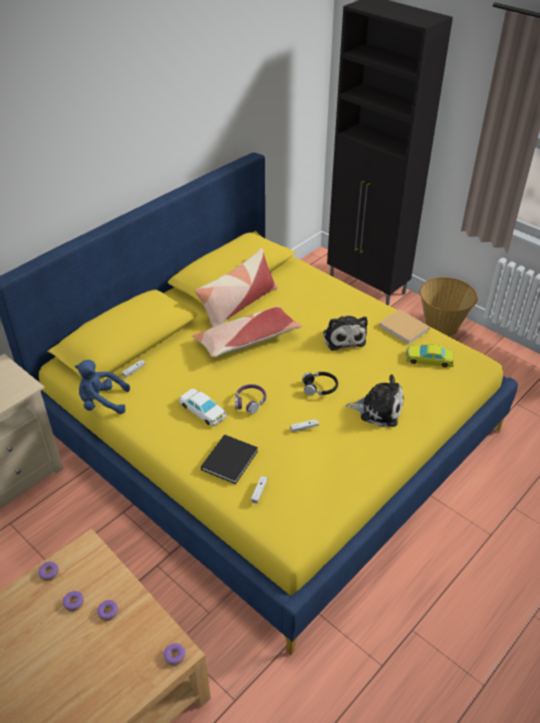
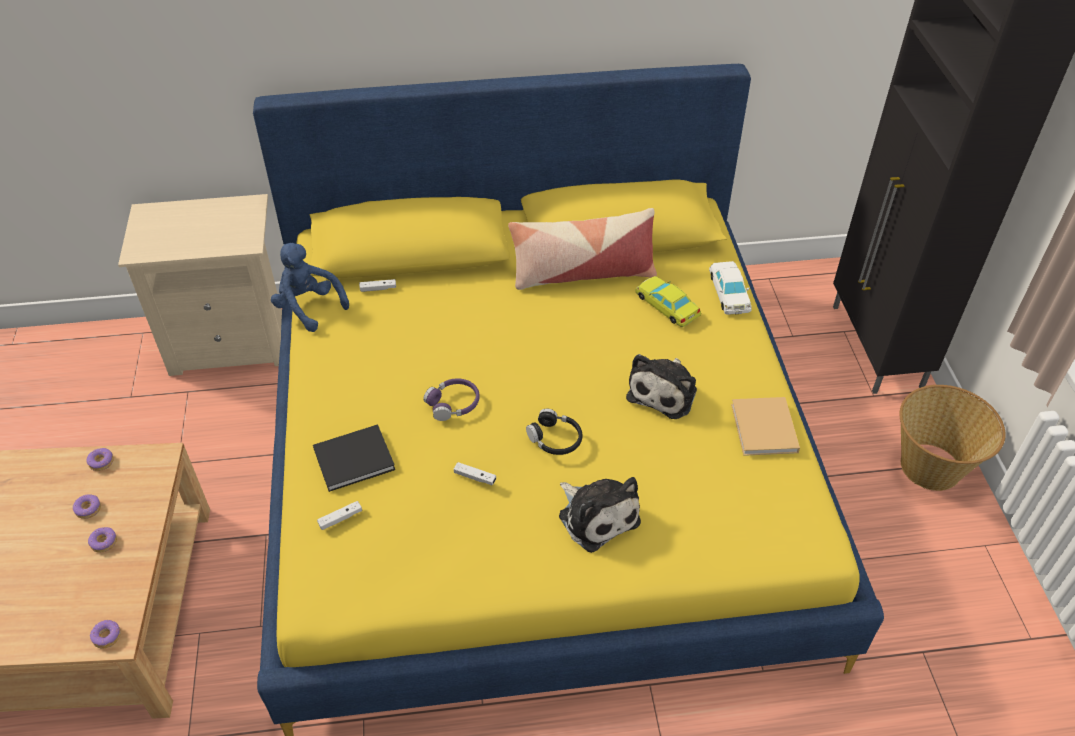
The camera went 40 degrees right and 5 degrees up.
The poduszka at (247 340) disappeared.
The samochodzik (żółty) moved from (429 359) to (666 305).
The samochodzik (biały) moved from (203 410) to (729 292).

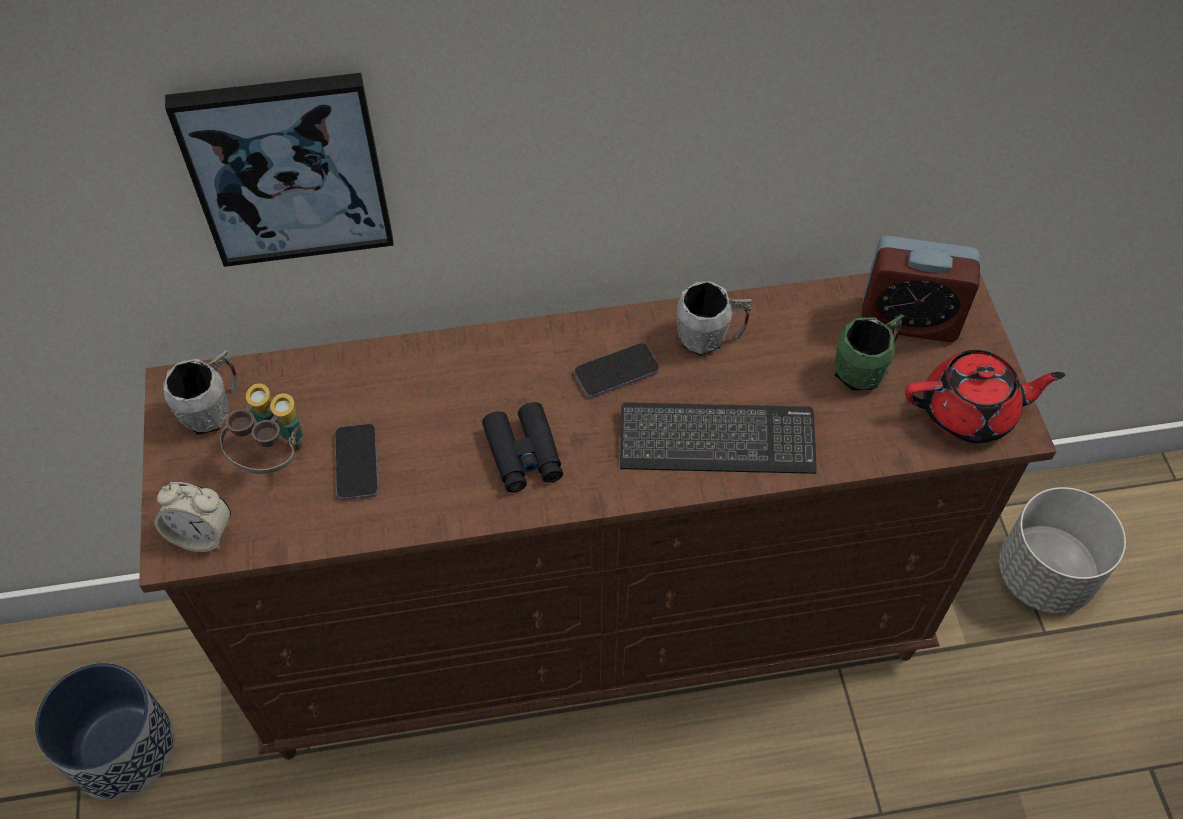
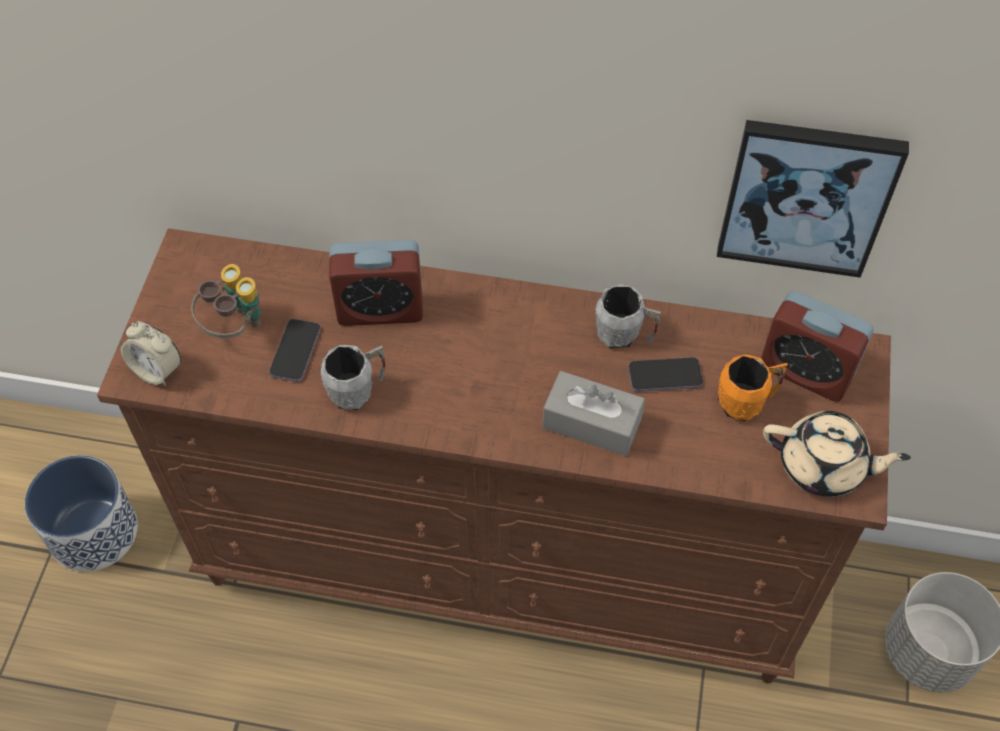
The camera went 20 degrees right and 0 degrees up.
The obraz moved from (287 169) to (806 197).
The kubek (zielony) at (864 369) became the kubek (pomarańczowy) at (747 401).
The telefon moved from (616 372) to (664 376).
The kubek (szary) moved from (213 409) to (357 390).
The imbryk (czerwony) at (970 412) became the imbryk (beżowy) at (823 466).
The lornetka (czarny) at (524 454) disappeared.
The klawiatura at (716 441) was replaced by the pudełko chusteczek (szary) at (592 423).
The budzik at (380 309) appeared.

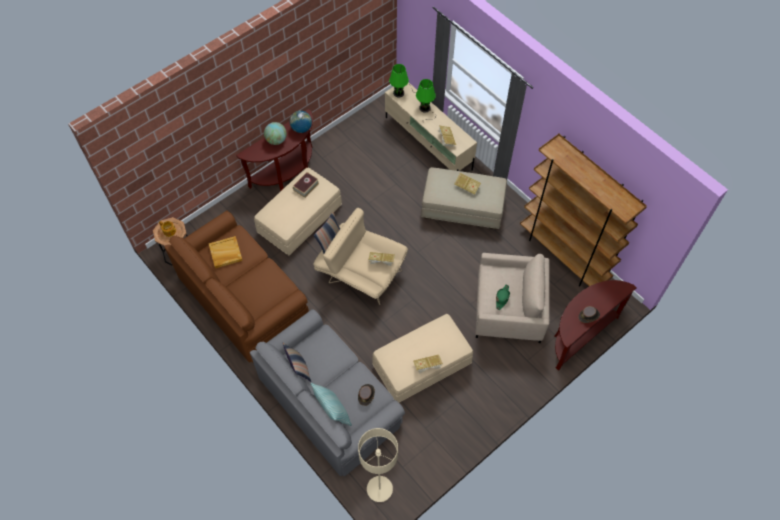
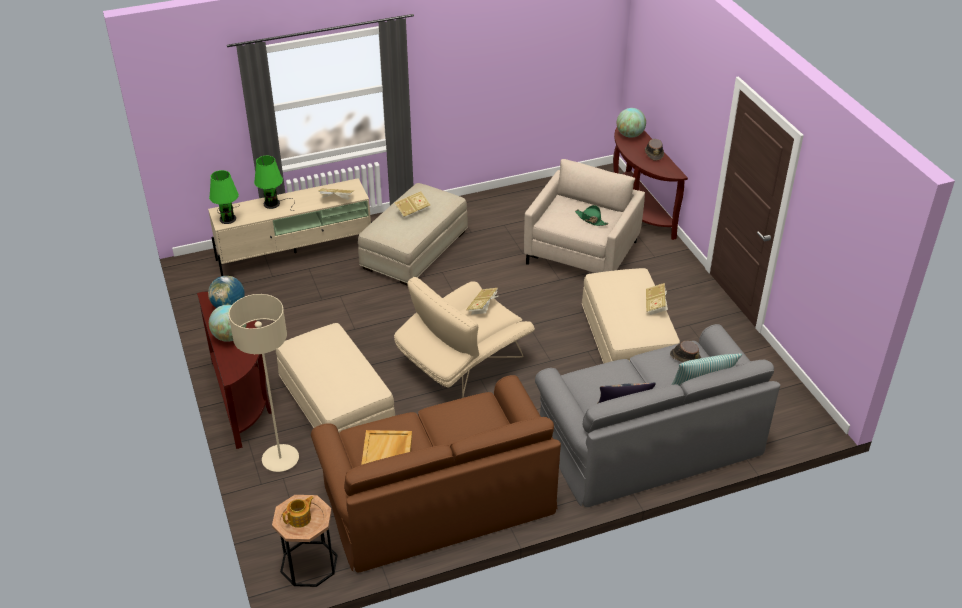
The camera went 70 degrees left and 20 degrees down.
The regał (brązowy) at (564 255) disappeared.
The książka at (306 186) disappeared.
The poduszka at (330 242) disappeared.
The lampa stojąca (beżowy) moved from (379 489) to (280 459).
The globus at (630 135) appeared.

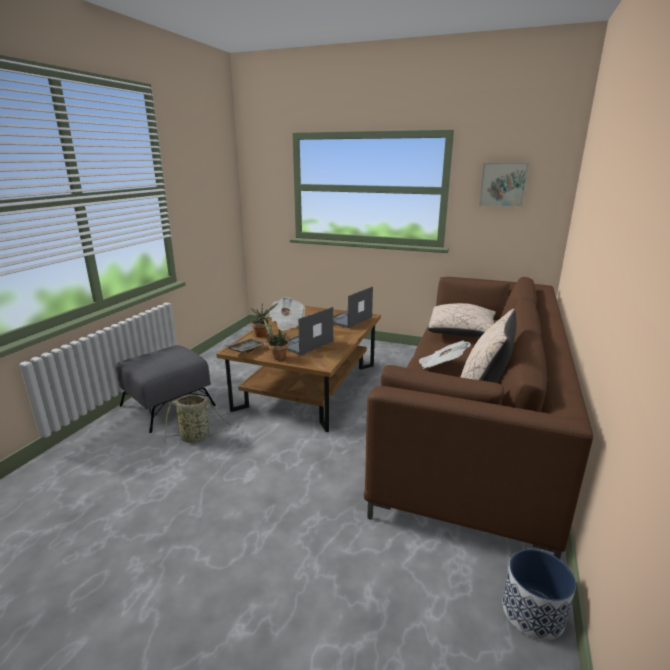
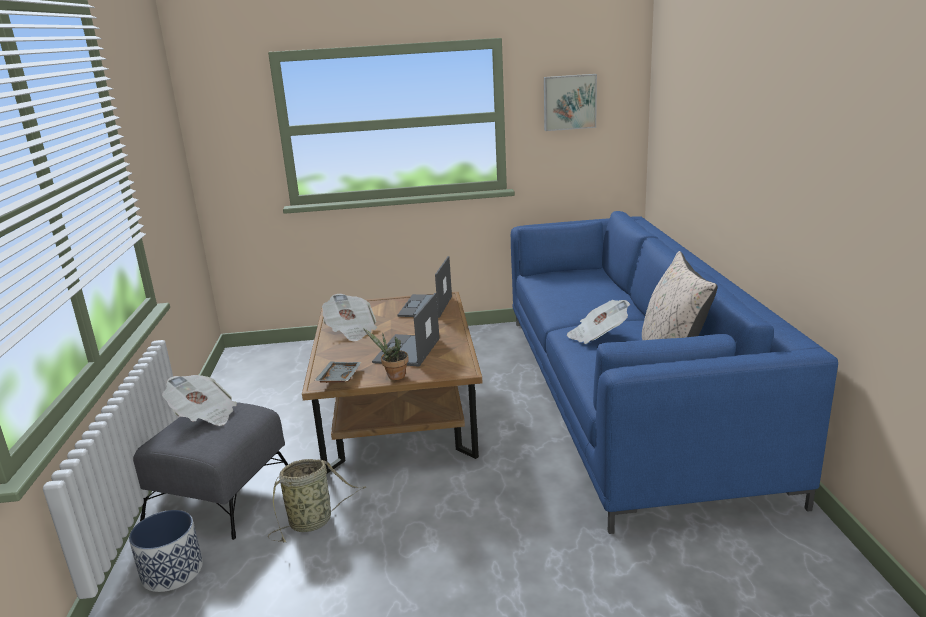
The camera went 25 degrees left and 0 degrees up.
The kanapa (brązowy) at (474 421) became the kanapa (niebieski) at (626 394).
The roślina doniczkowa at (262 334) disappeared.
The poduszka (beżowy) at (461 332) disappeared.
The donica moved from (533 613) to (172 572).
The gazeta at (204 415) appeared.

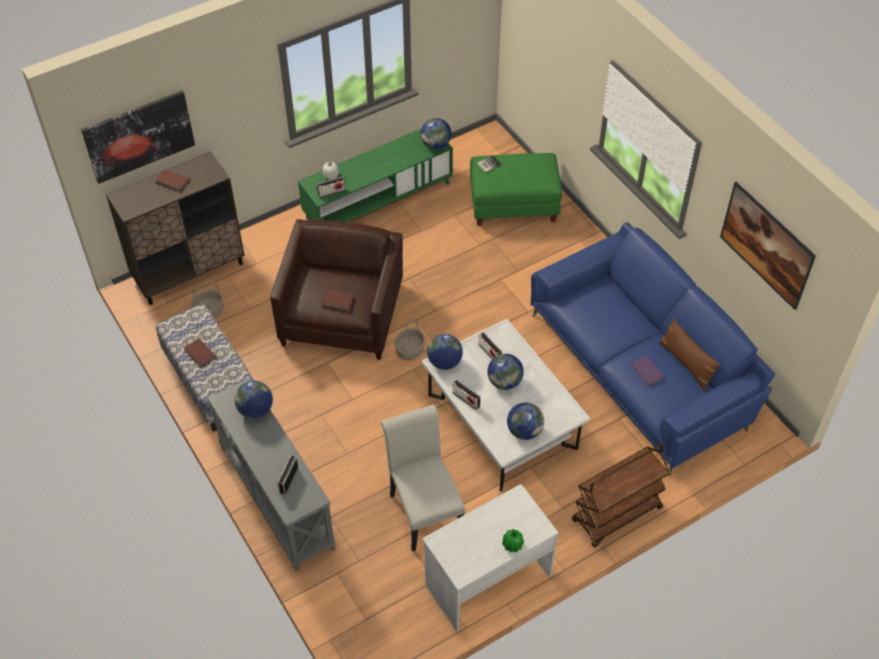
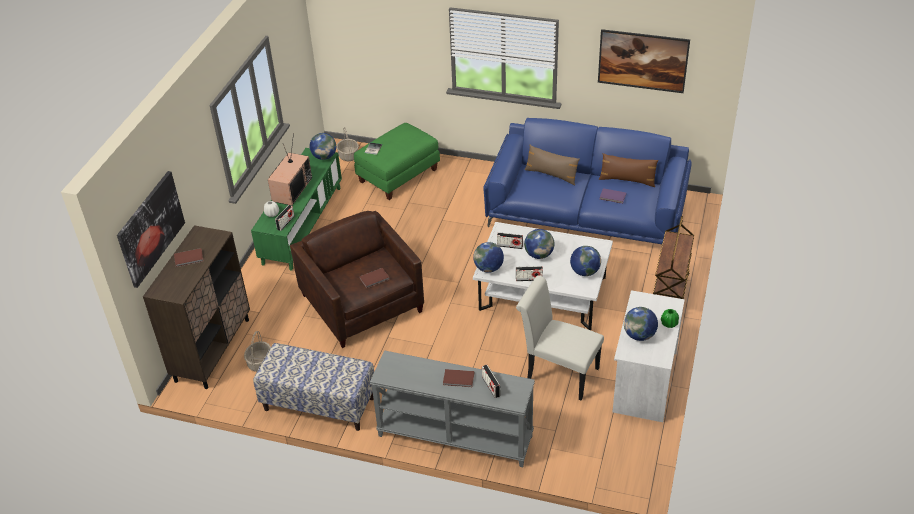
The camera went 40 degrees left and 10 degrees down.
The koszyk moved from (410 351) to (349 156).
The książka (brązowy) moved from (199 354) to (459 379).
The globus moved from (255 410) to (639 335).
The telewizor at (291 189) appeared.
The poduszka (brązowy) at (551 175) appeared.

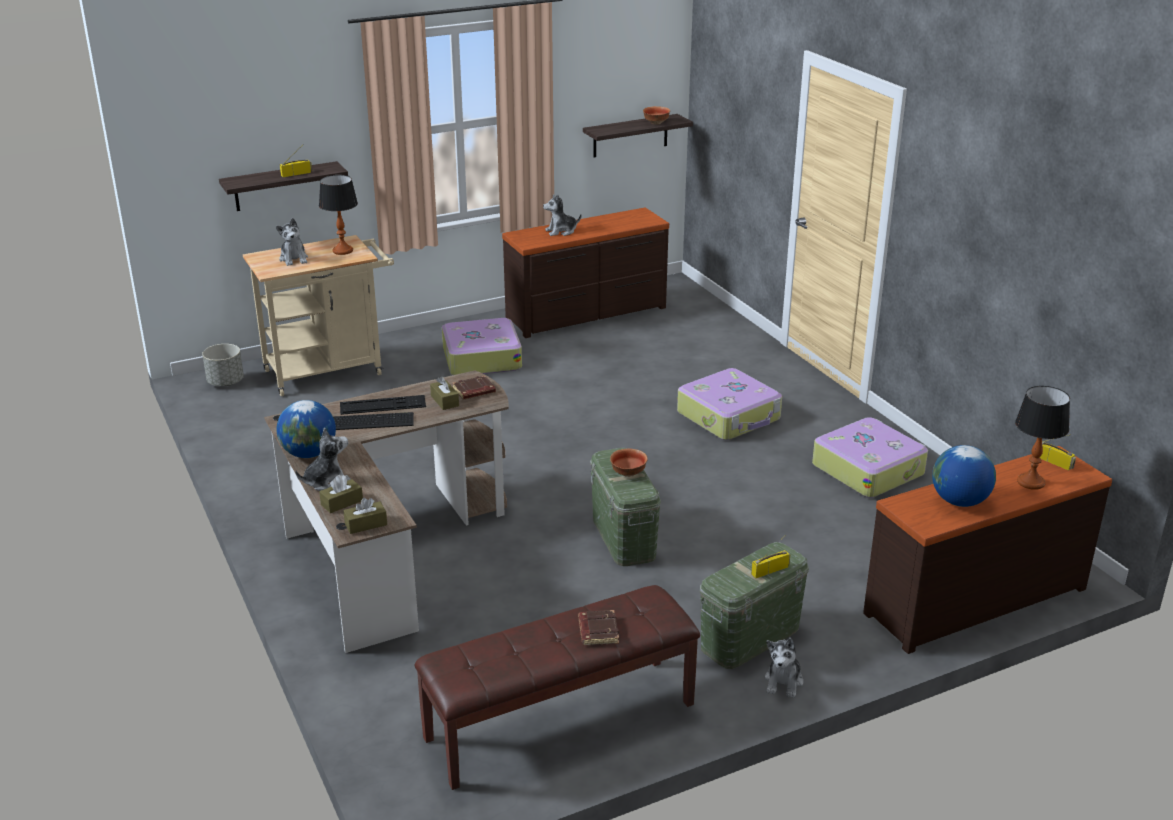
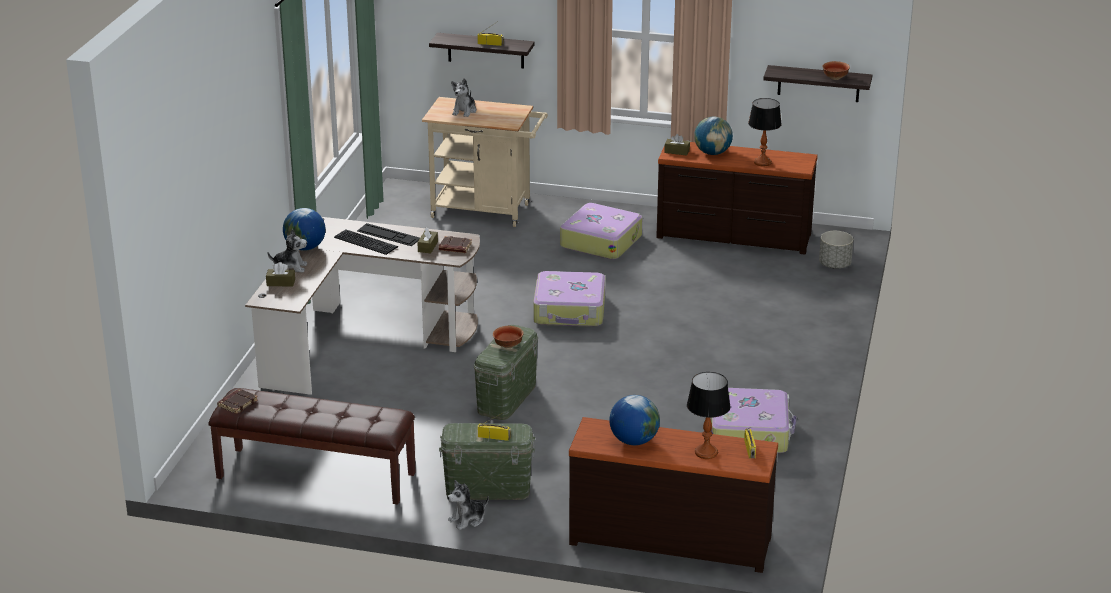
The camera went 40 degrees right and 0 degrees up.
The lampa stołowa moved from (343 251) to (762 162).
The pluszak at (561 231) was replaced by the globus at (712 153).
The donica (szary) moved from (225 382) to (834 265).
The walizka moved from (729 416) to (570 310).
The pudełko chusteczek (brązowy) moved from (366 524) to (677 151).
The książka (brązowy) moved from (597 631) to (237 403).

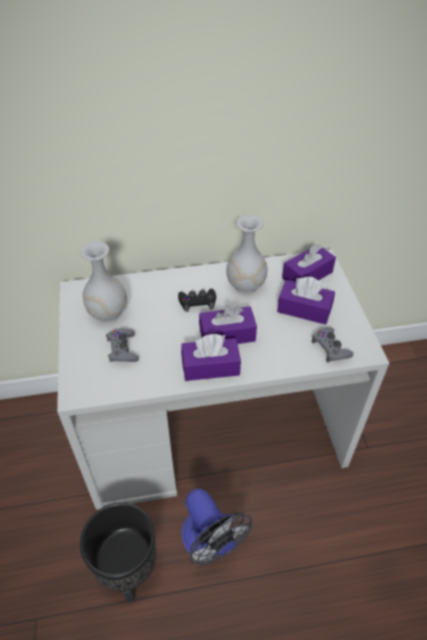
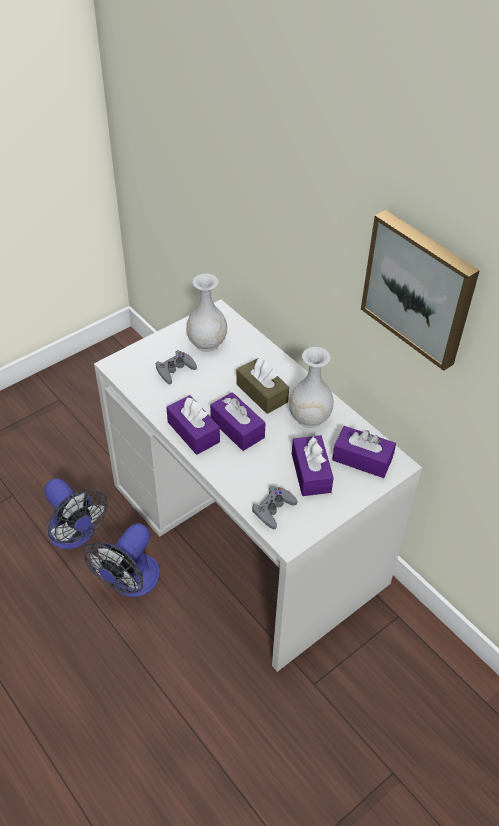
The camera went 60 degrees right and 0 degrees up.
The pad do gier (czarny) at (197 302) was replaced by the pudełko chusteczek (brązowy) at (262 393).
The donica (czarny) at (128 571) was replaced by the wentylator at (75 535).
The obraz at (420 288) appeared.

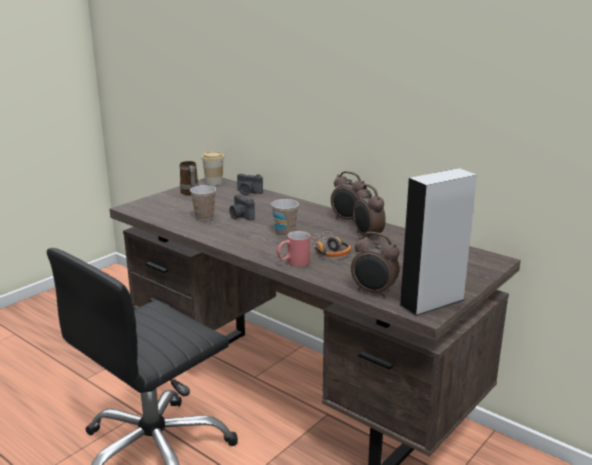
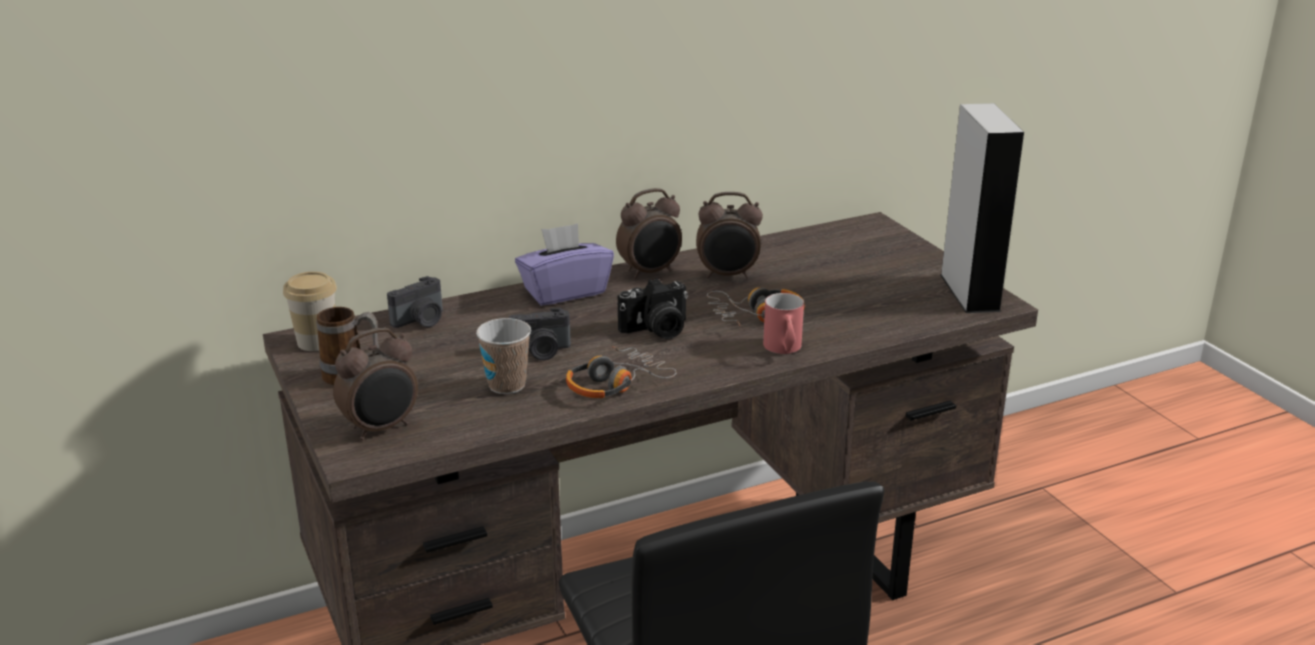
The camera went 65 degrees left and 5 degrees up.
The filiżanka at (285 233) was replaced by the aparat fotograficzny at (656 330).
The budzik moved from (373 292) to (381 428).
The pudełko chusteczek (fioletowy) at (564 292) appeared.
The słuchawki at (615 384) appeared.

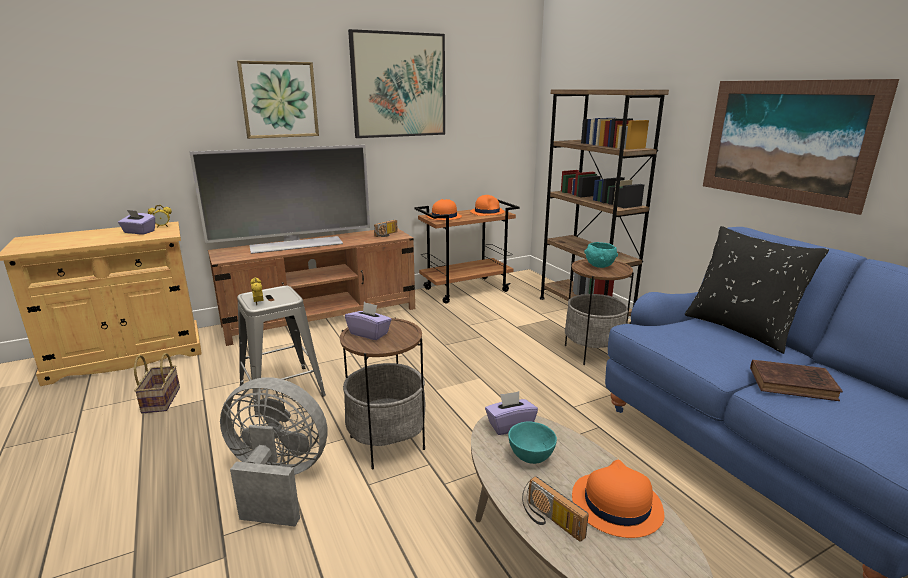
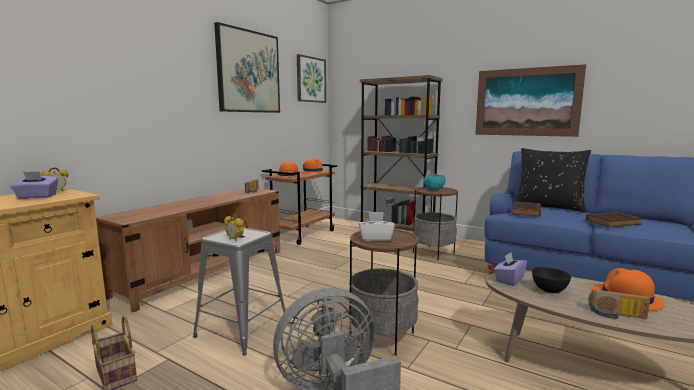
The camera went 30 degrees left and 10 degrees down.
The obraz moved from (279 100) to (310 79).
The telewizor at (296 244) disappeared.
The pudełko chusteczek (fioletowy) at (369 333) became the pudełko chusteczek (biały) at (375 238).
The miska (turkusowy) at (530 456) became the miska (czarny) at (548 290).
The książka (brązowy) at (526 211) appeared.

